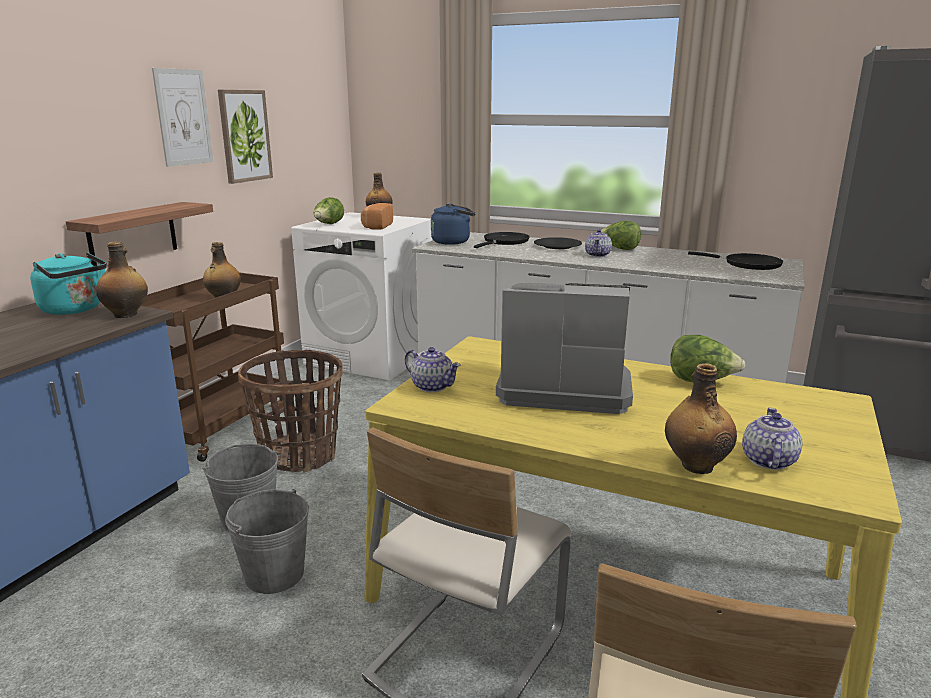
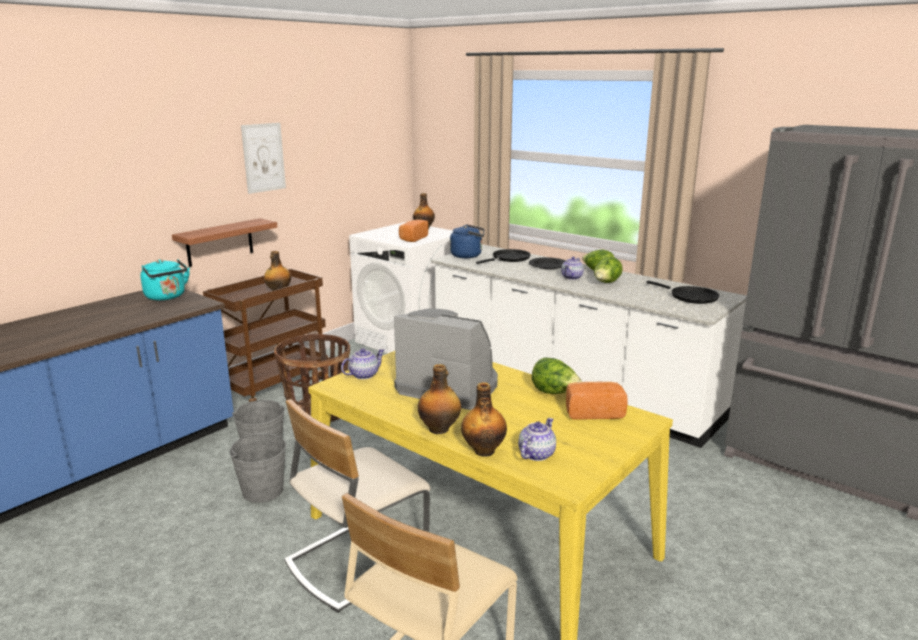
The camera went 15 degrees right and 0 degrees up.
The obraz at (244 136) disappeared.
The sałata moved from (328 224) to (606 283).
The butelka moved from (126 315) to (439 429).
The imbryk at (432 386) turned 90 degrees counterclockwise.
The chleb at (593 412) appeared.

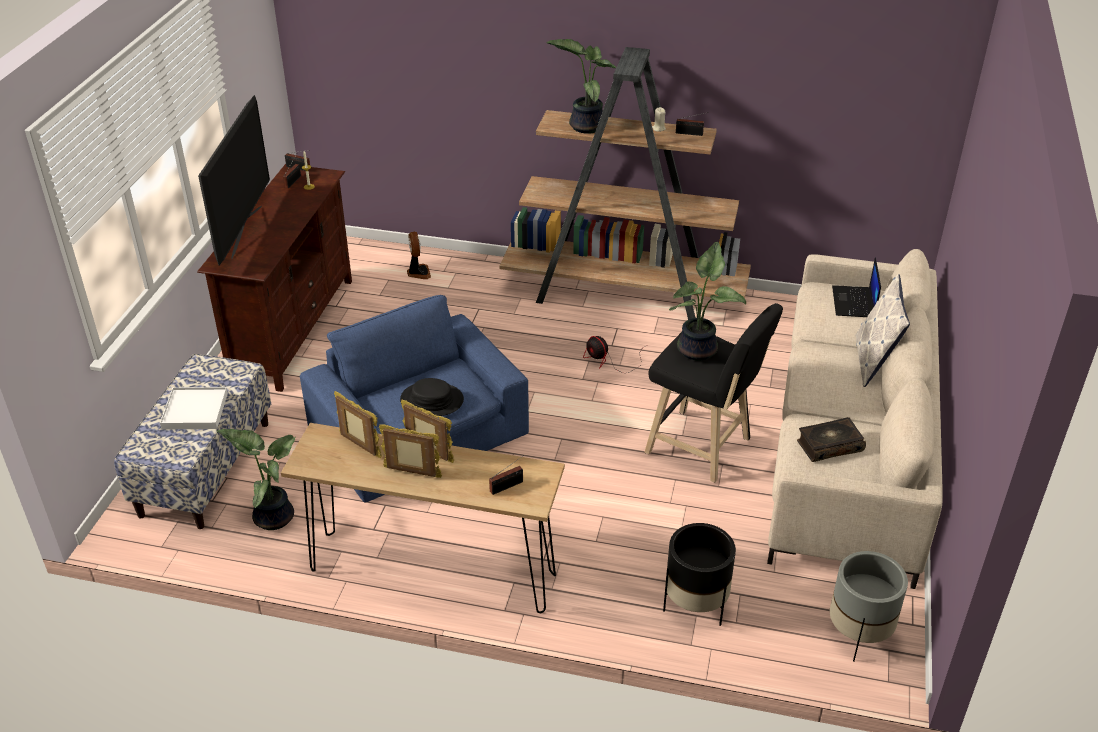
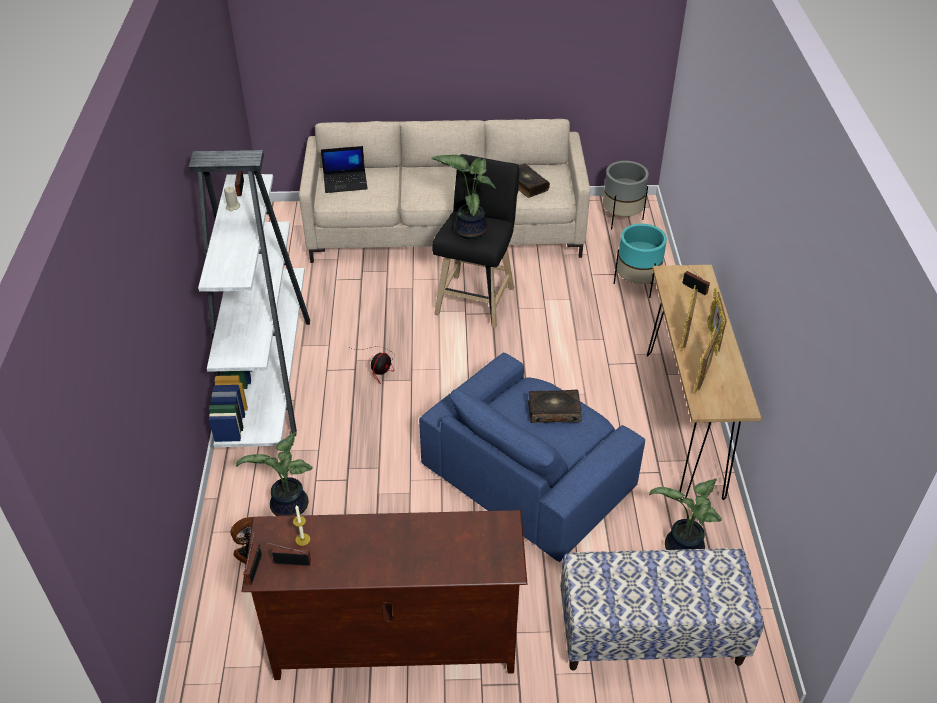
The camera went 105 degrees left and 5 degrees up.
The roślina doniczkowa moved from (585 125) to (288 508).
The regał (brązowy) at (624 294) became the regał (biały) at (267 373).
The telewizor at (245 231) disappeared.
The poduszka at (874 361) disappeared.
The kapelusz (czarny) at (432 400) was replaced by the książka at (554 411).
The taca (biały) at (195 411) disappeared.
The donica (czarny) at (695 605) became the donica (turkusowy) at (637 284).

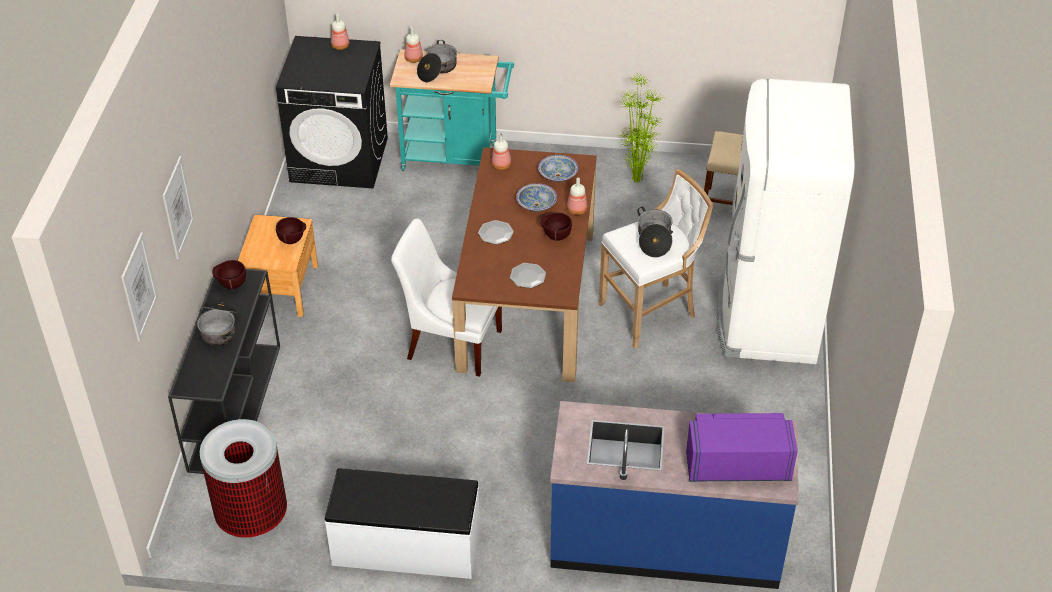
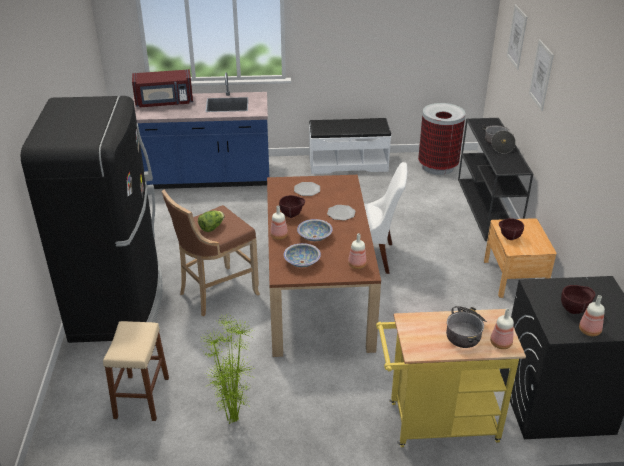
The camera went 170 degrees right and 10 degrees down.
The wózek (turkusowy) at (456 157) became the wózek (żółty) at (436 423).
The lodówka (biały) at (767 313) became the lodówka (czarny) at (119 303).
The stołek (biały) at (651 312) became the stołek (brązowy) at (215 293).
The garnek at (654 239) was replaced by the sałata at (212 227).
The miska (brązowy) moved from (231 285) to (574 310).
The mikrofalówka (fioletowy) at (737 464) became the mikrofalówka (czerwony) at (164 102).

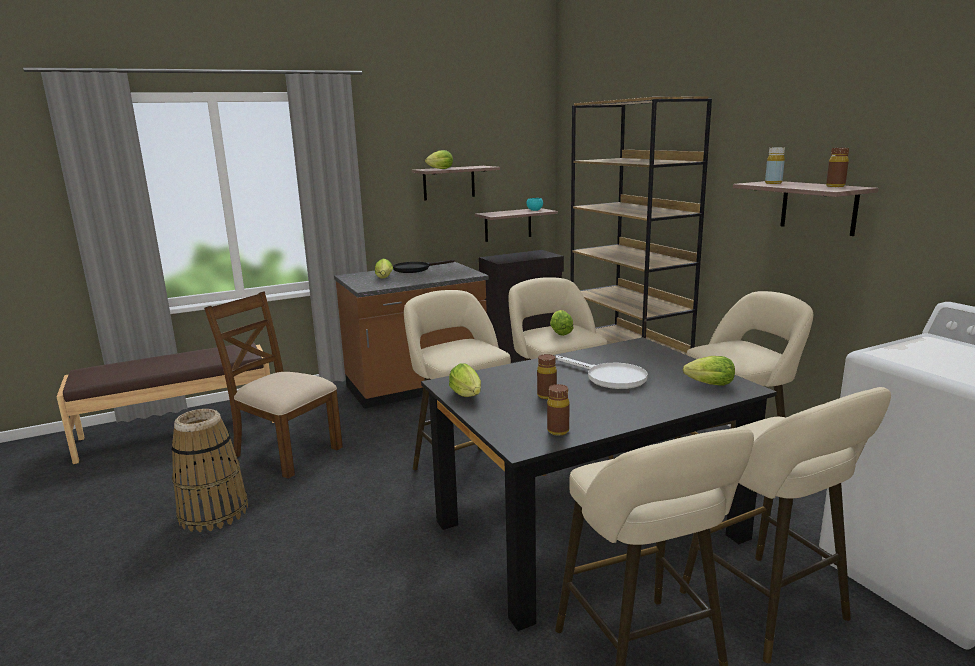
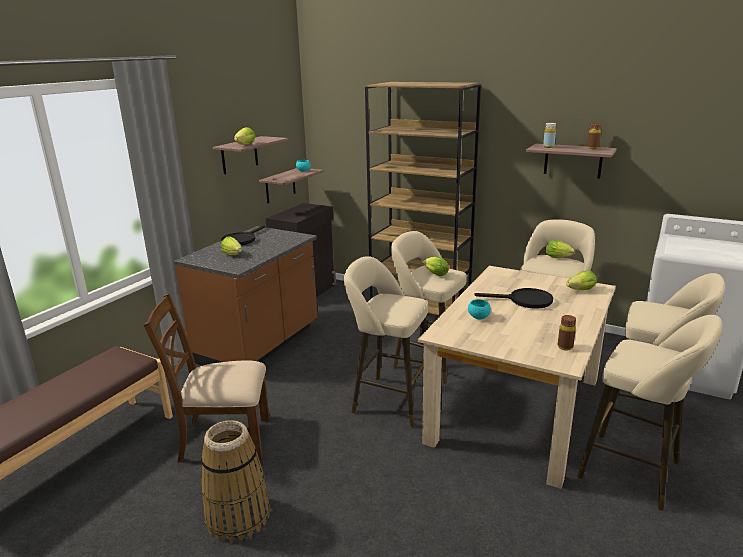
The camera went 35 degrees left and 5 degrees up.
The stół jadalny (czarny) at (588 531) became the stół jadalny (beżowy) at (517 410).
The butelka (brązowy) at (546 395) disappeared.
The patelnia (biały) at (609 377) became the patelnia (czarny) at (524 301).
The sałata moved from (468 396) to (559 257).
The miska (turkusowy) at (478 317) appeared.

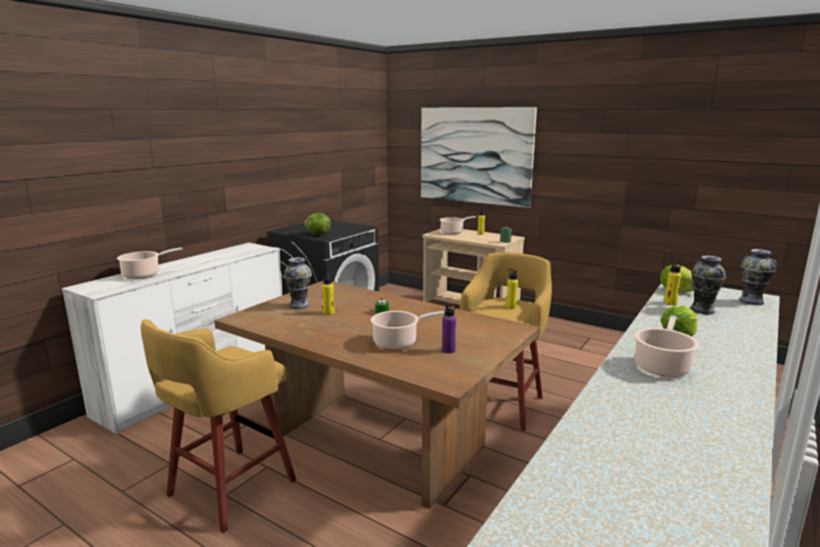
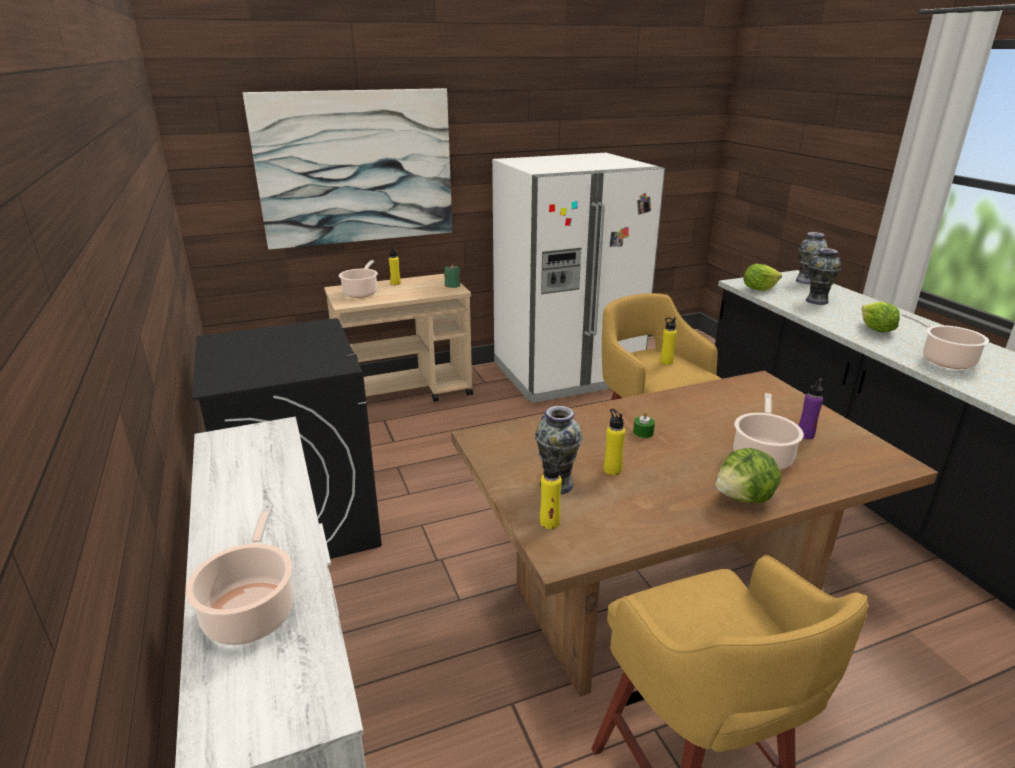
The camera went 55 degrees left and 10 degrees up.
The sałata moved from (317 234) to (744 498).
The butelka (żółty) moved from (670 303) to (549 522).
The lodówka (biały) at (566 373) appeared.

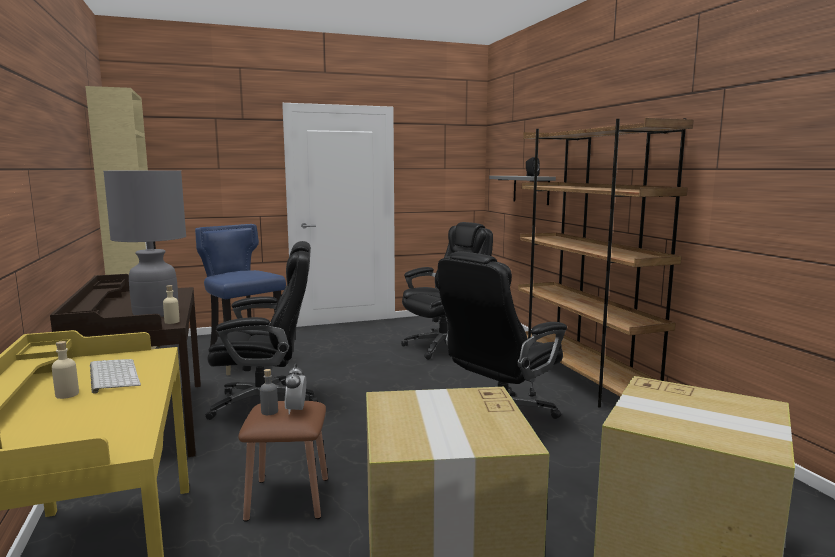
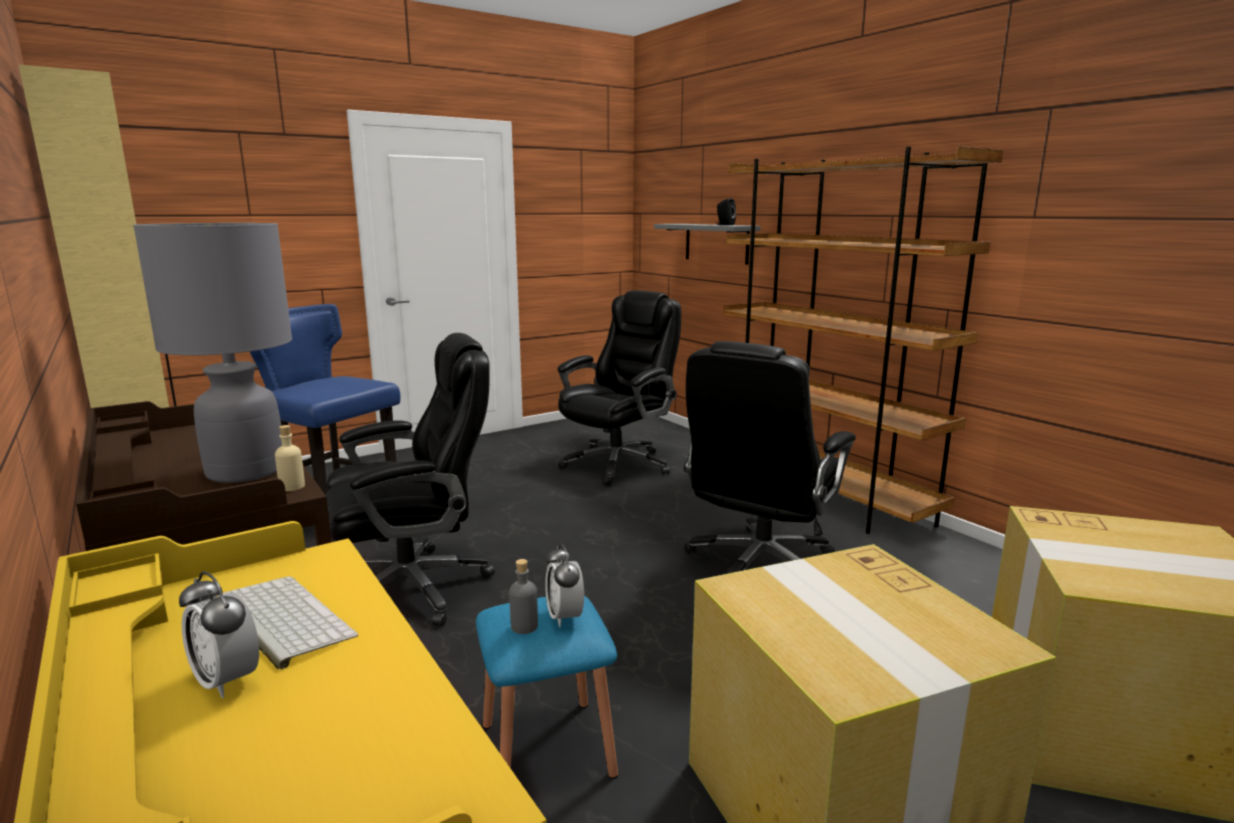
The camera went 15 degrees left and 5 degrees up.
The butelka (beżowy) at (67 394) was replaced by the budzik at (227 680).
The stołek (brązowy) at (288 498) became the stołek (niebieski) at (547 749).

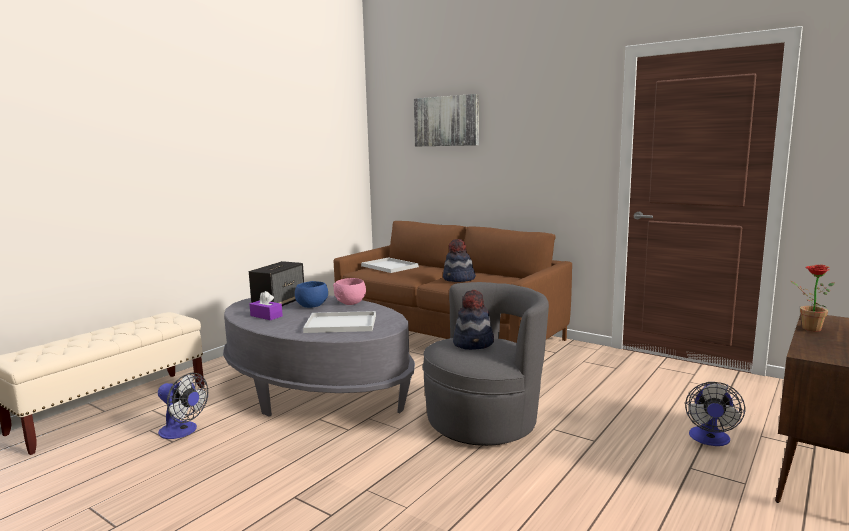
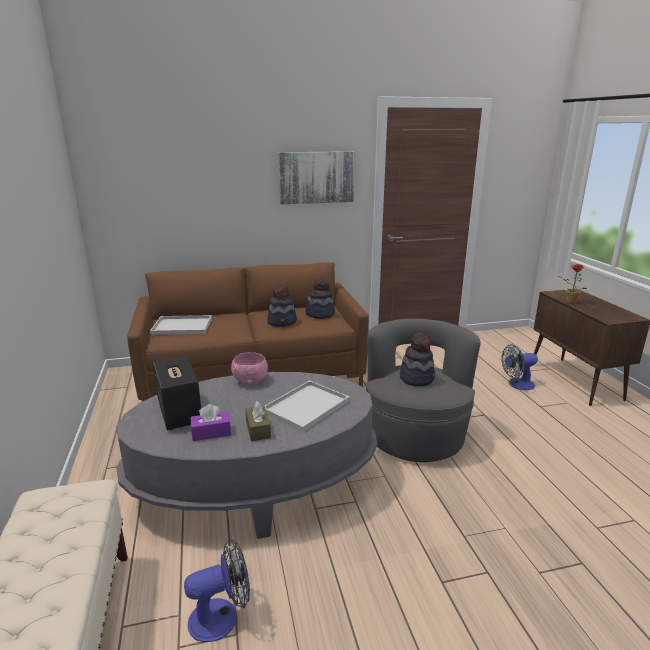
The camera went 50 degrees left and 10 degrees up.
The obraz moved from (446 121) to (316 177).
The miska (niebieski) at (311 306) disappeared.
The wentylator at (710 440) turned 105 degrees clockwise.
The kapelusz at (320 314) appeared.
The pudełko chusteczek (brązowy) at (258 429) appeared.

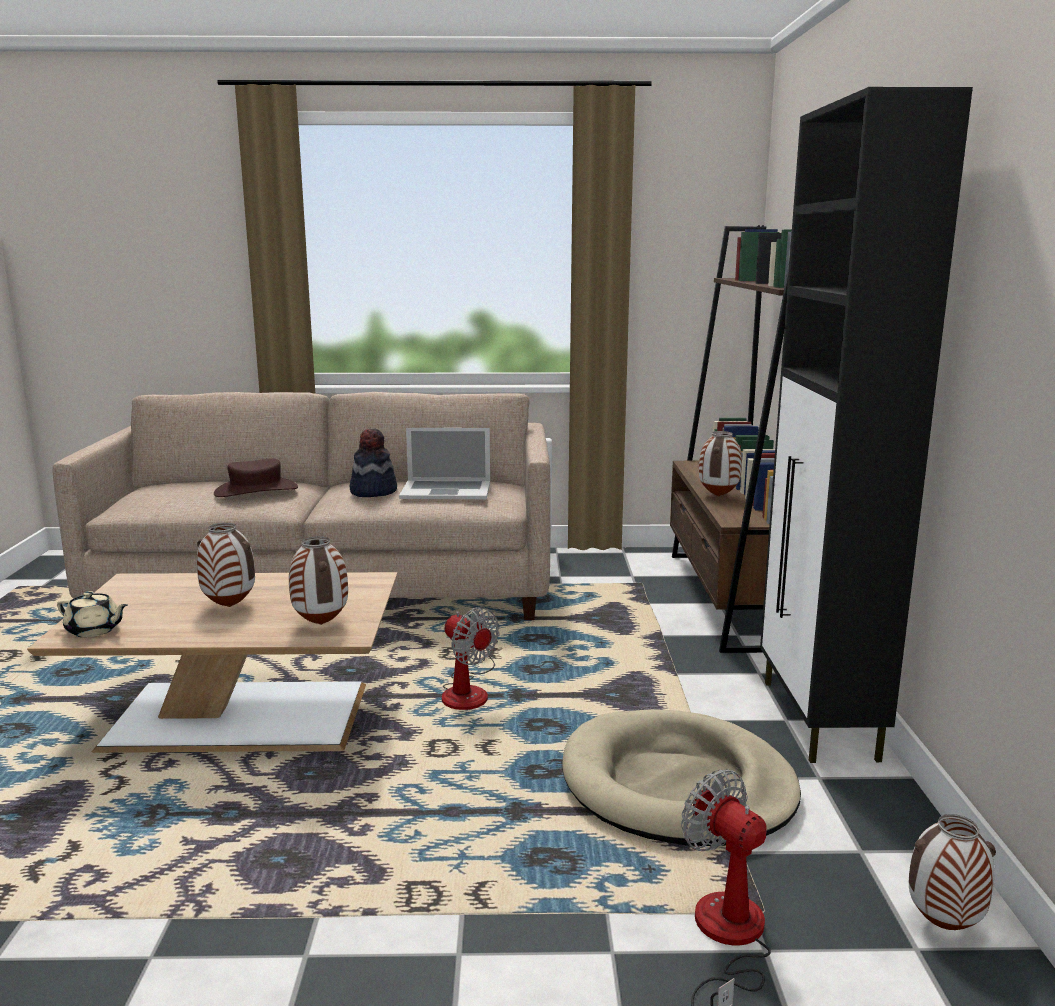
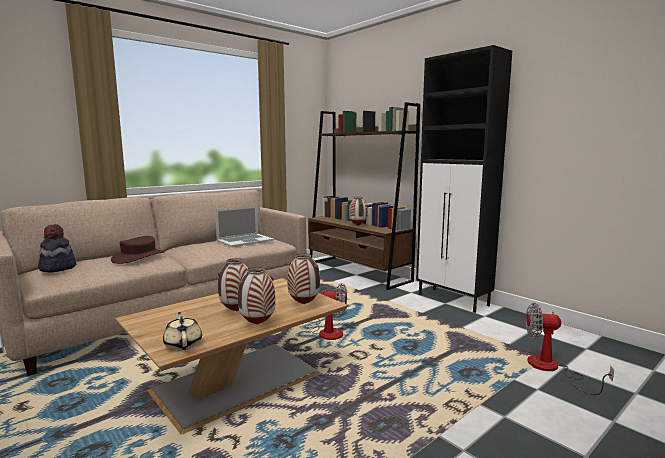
The camera went 40 degrees left and 5 degrees down.
The kapelusz moved from (373 491) to (57 268).
The imbryk (beżowy) at (94 630) turned 90 degrees counterclockwise.
The legowisko (beżowy) at (677 785) disappeared.
The wazon moved from (943 926) to (257 324).

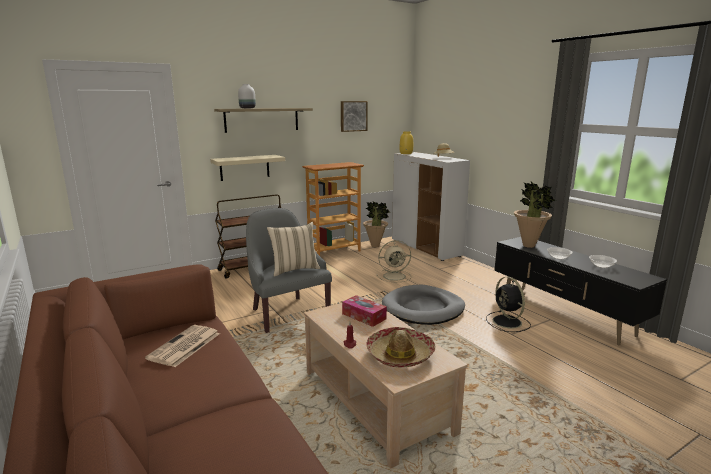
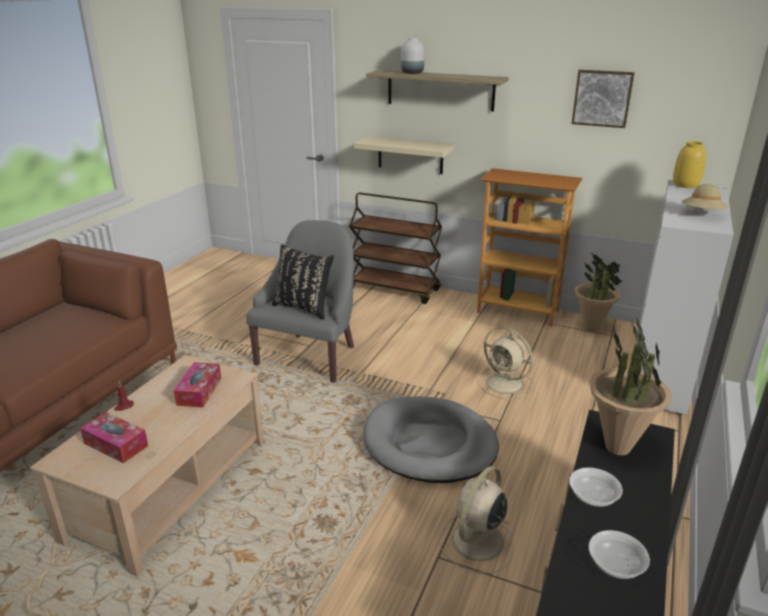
The camera went 55 degrees right and 10 degrees up.
The poduszka (beżowy) at (294 269) became the poduszka (czarny) at (304 307).
The wentylator (czarny) at (507 322) became the wentylator (beżowy) at (476 542).
The gazeta at (184 346) disappeared.
The kapelusz at (400 354) was replaced by the pudełko chusteczek at (116 444).

